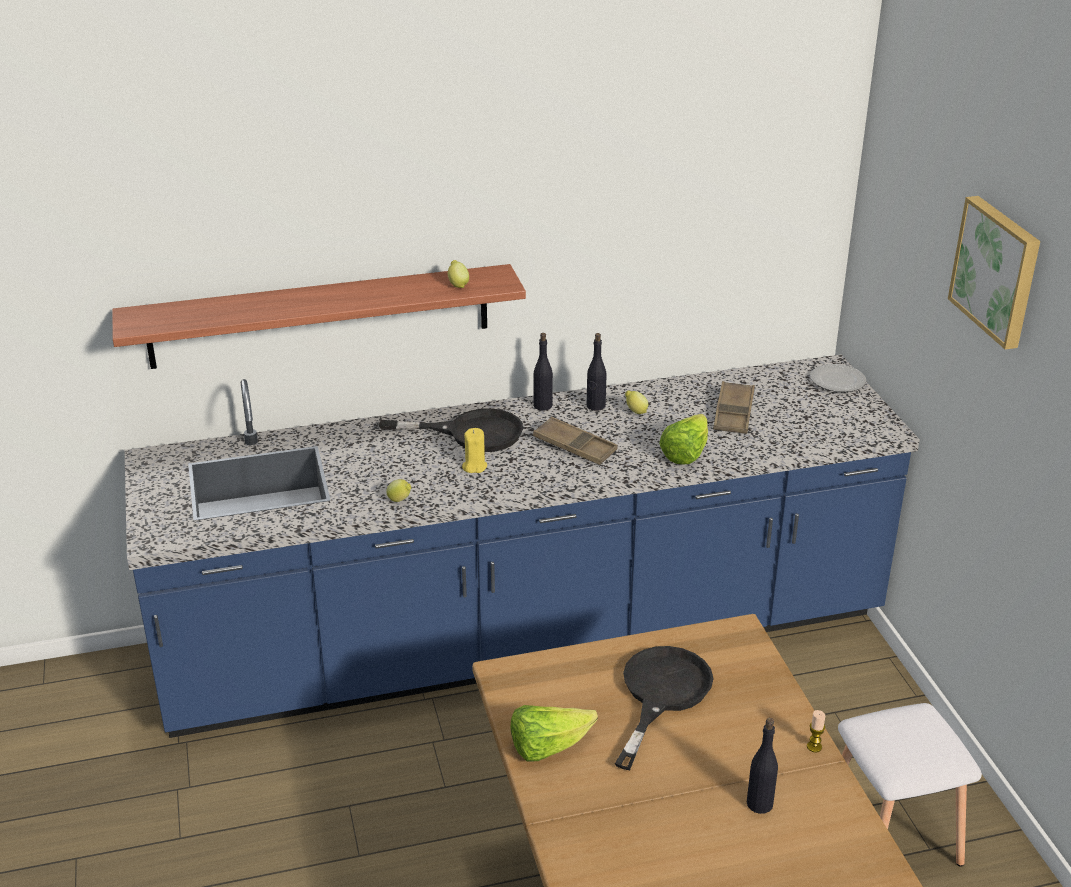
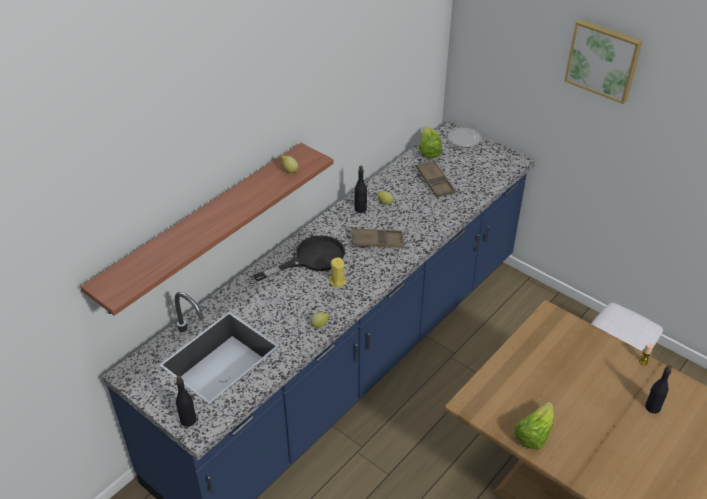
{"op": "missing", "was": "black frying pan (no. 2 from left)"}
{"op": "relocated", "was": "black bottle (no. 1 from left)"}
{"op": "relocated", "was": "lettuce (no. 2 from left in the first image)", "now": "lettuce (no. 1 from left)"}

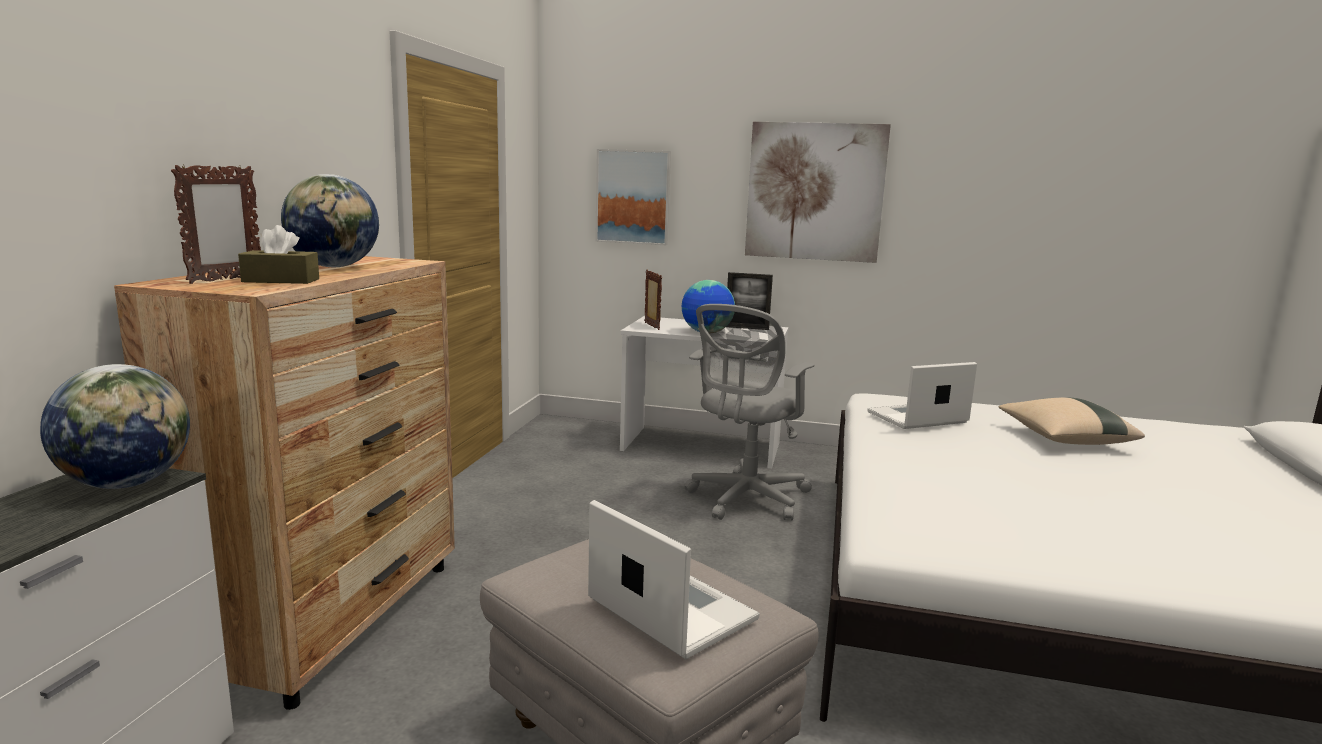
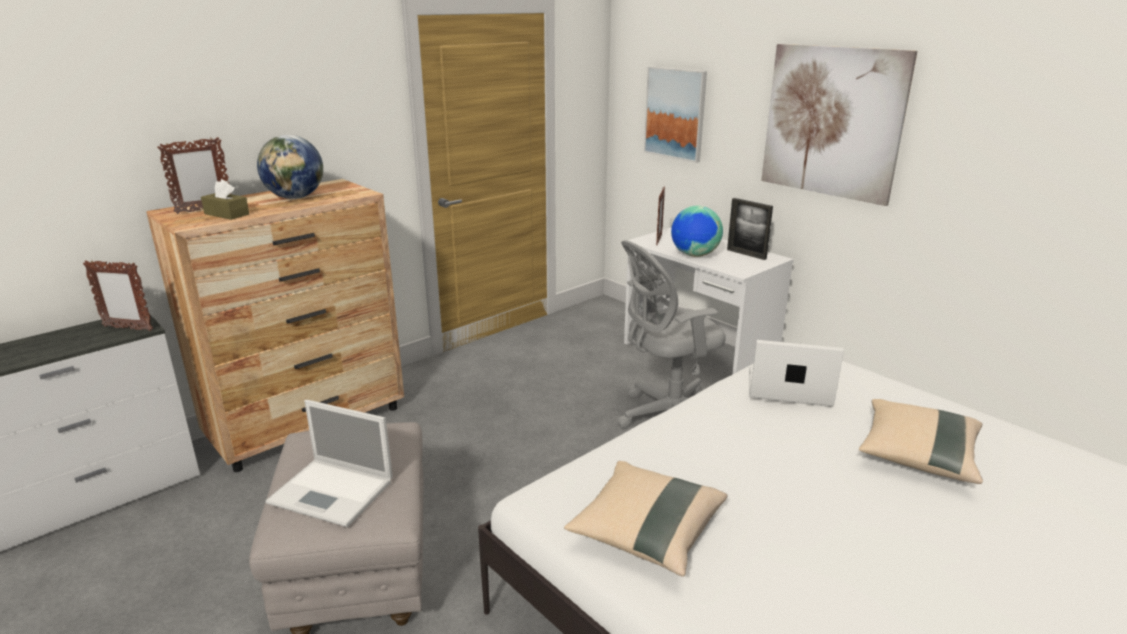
{"op": "appeared", "now": "beige pillow (no. 1 from left)"}
{"op": "exchanged", "was": "globe (no. 1 from left)", "now": "picture frame (no. 1 from left)"}
{"op": "spun", "was": "laptop (no. 1 from left)", "clockwise": 120}

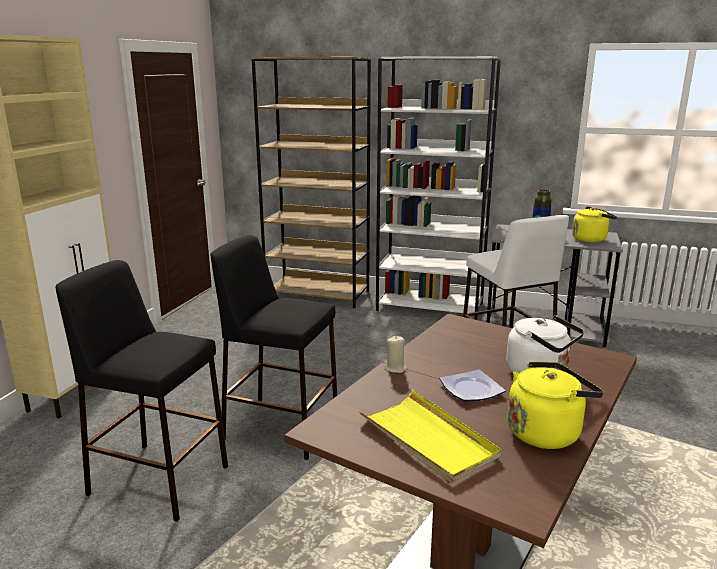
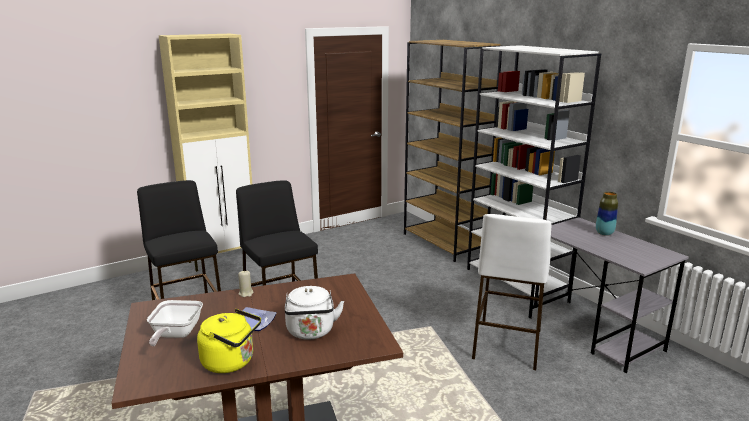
{"op": "missing", "was": "yellow kettle (no. 2 from left)"}
{"op": "exchanged", "was": "yellow tray", "now": "frying pan"}

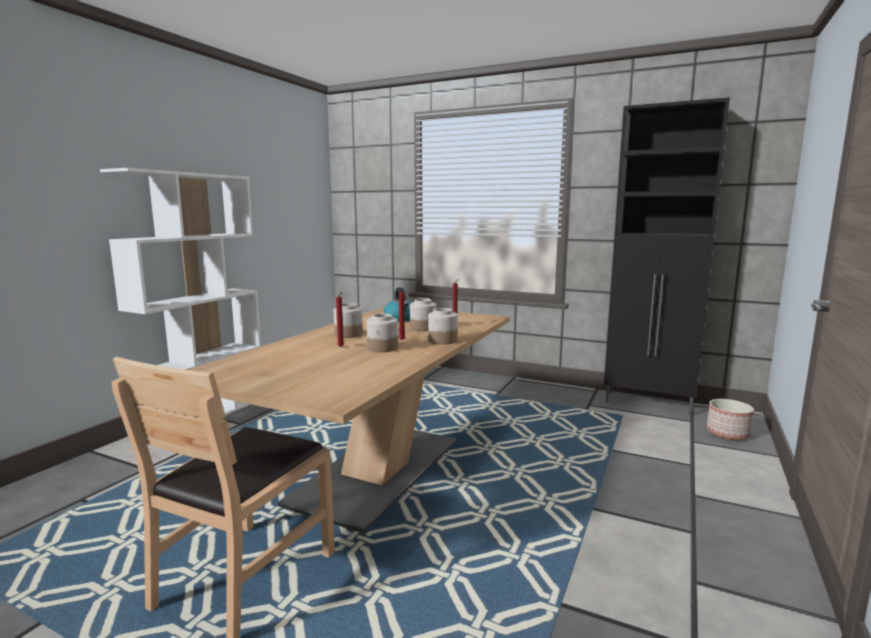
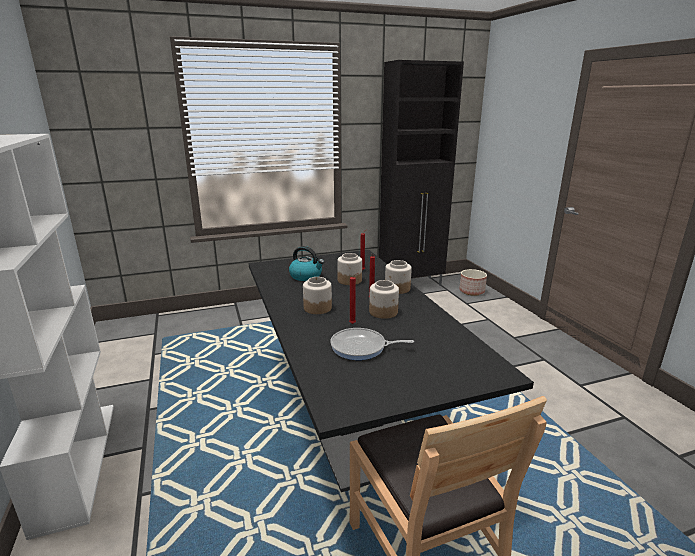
{"op": "appeared", "now": "frying pan"}
{"op": "colour", "was": "beige dining table", "now": "black dining table"}

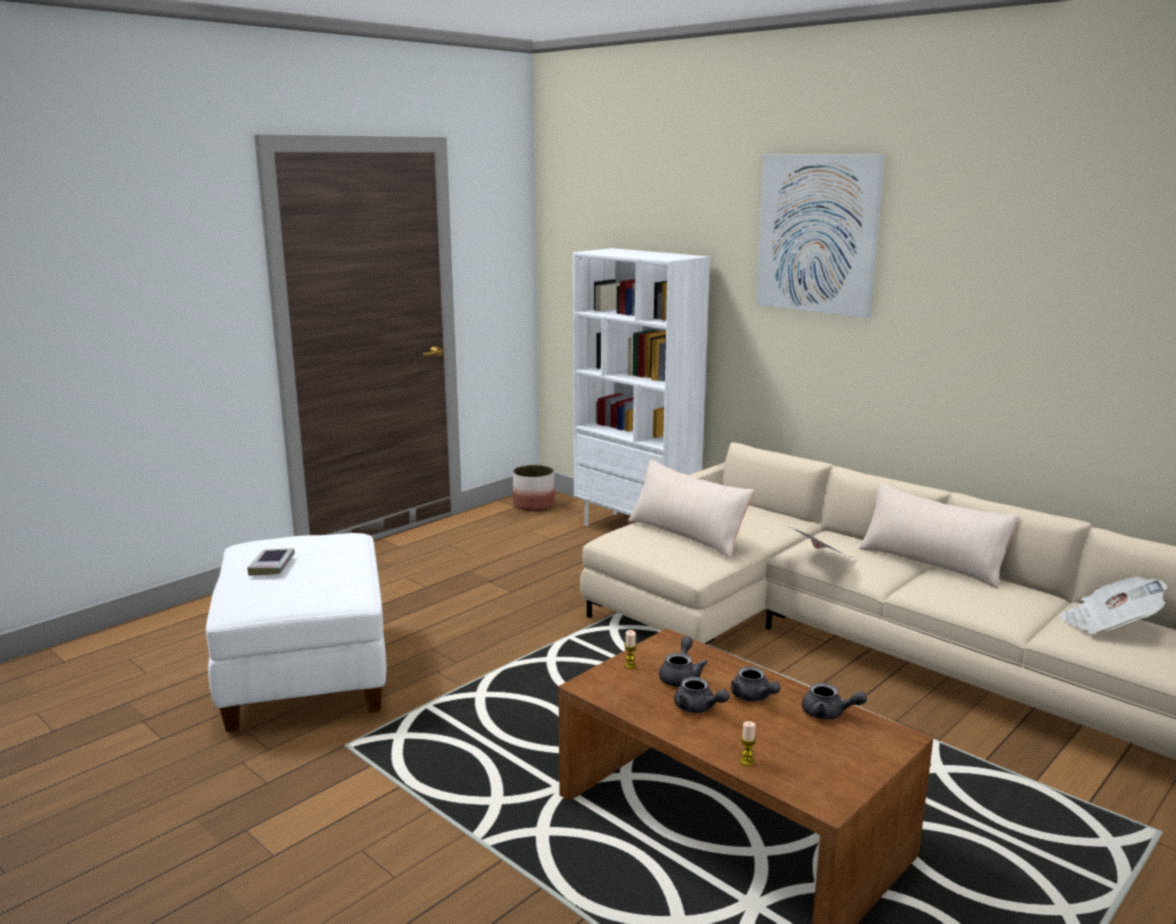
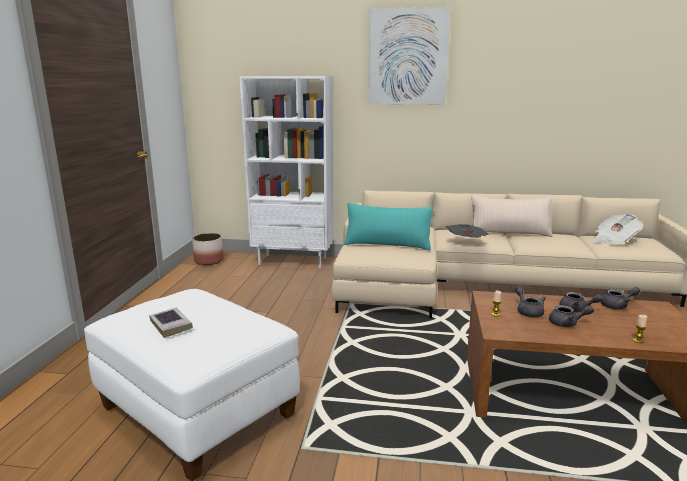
{"op": "colour", "was": "beige pillow (no. 1 from left)", "now": "turquoise pillow"}

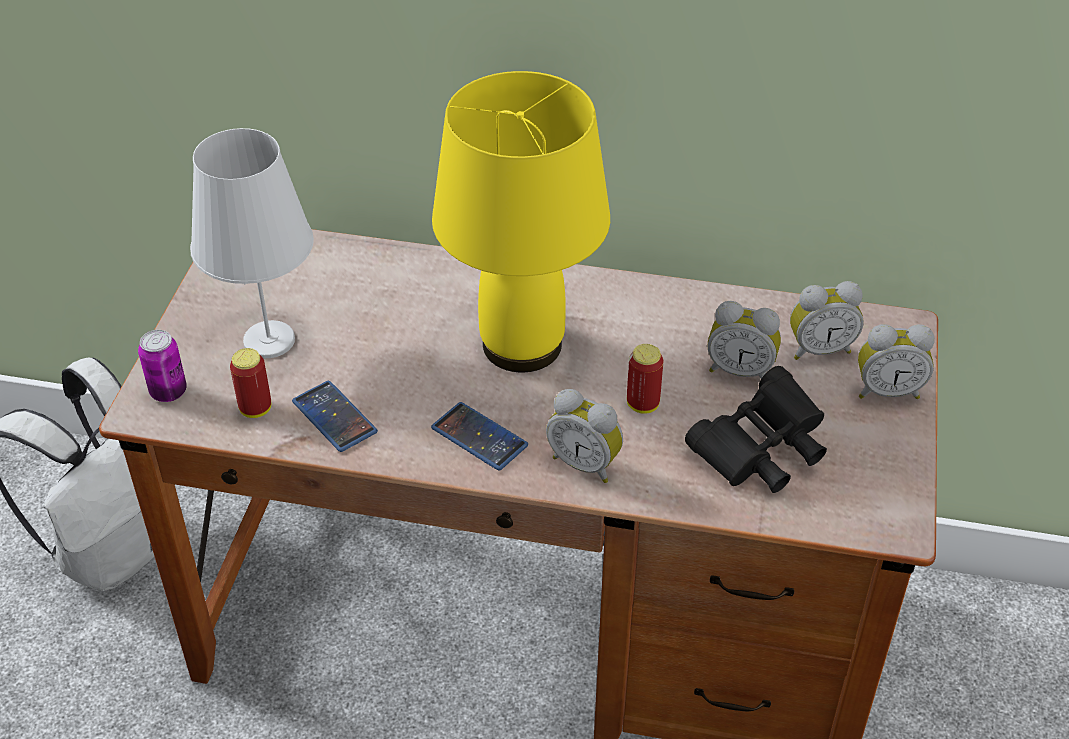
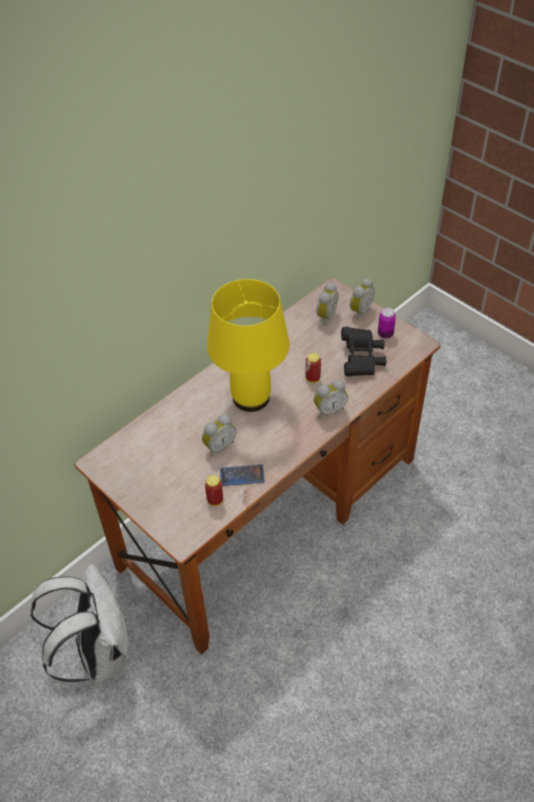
{"op": "missing", "was": "white table lamp"}
{"op": "missing", "was": "phone (no. 2 from left)"}
{"op": "relocated", "was": "can (no. 1 from left in the first image)", "now": "can (no. 3 from left)"}
{"op": "relocated", "was": "alarm clock (no. 2 from left in the first image)", "now": "alarm clock (no. 1 from left)"}

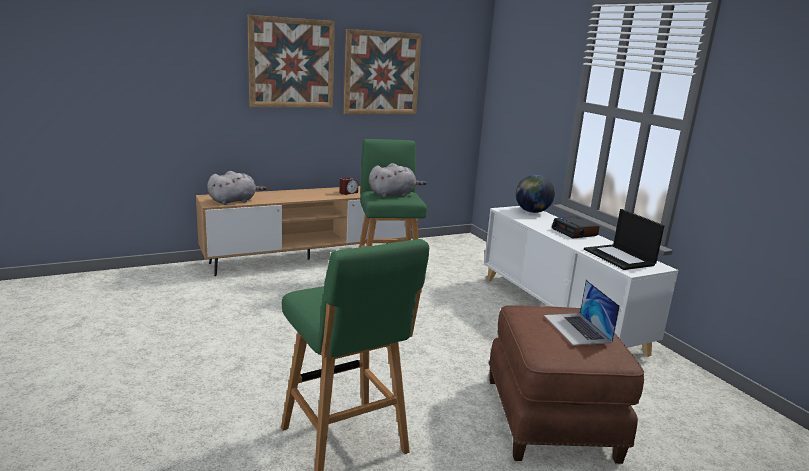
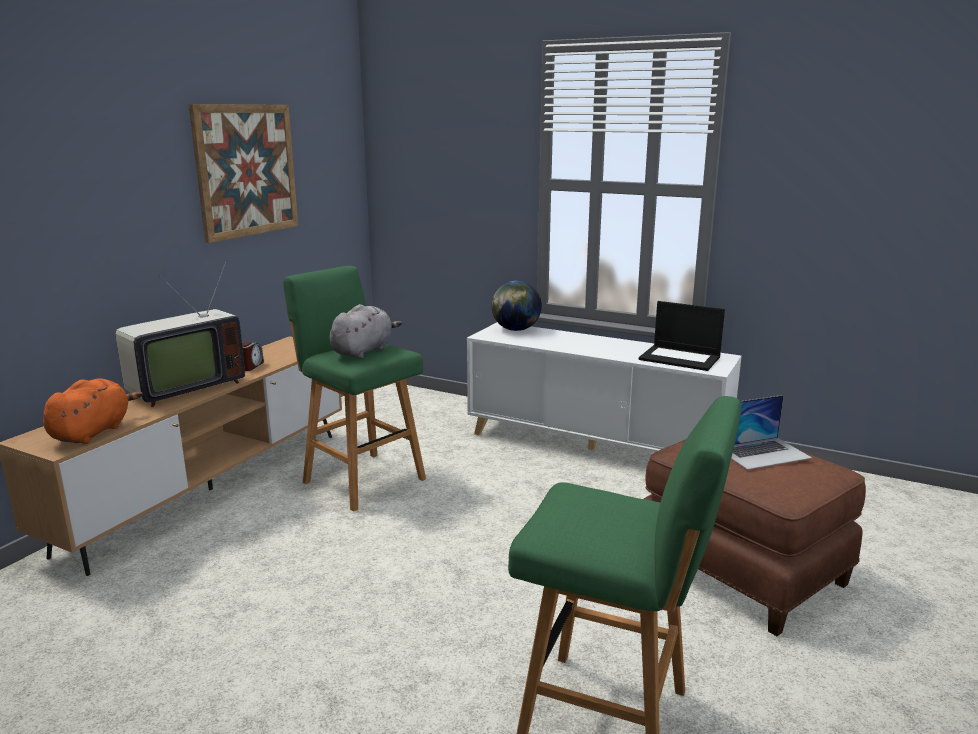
{"op": "missing", "was": "picture (no. 1 from left)"}
{"op": "missing", "was": "alarm clock (no. 2 from left)"}
{"op": "appeared", "now": "television"}
{"op": "colour", "was": "grey plush toy (no. 1 from left)", "now": "orange plush toy"}
{"op": "spun", "was": "laptop (no. 1 from left in the first image)", "clockwise": -60}

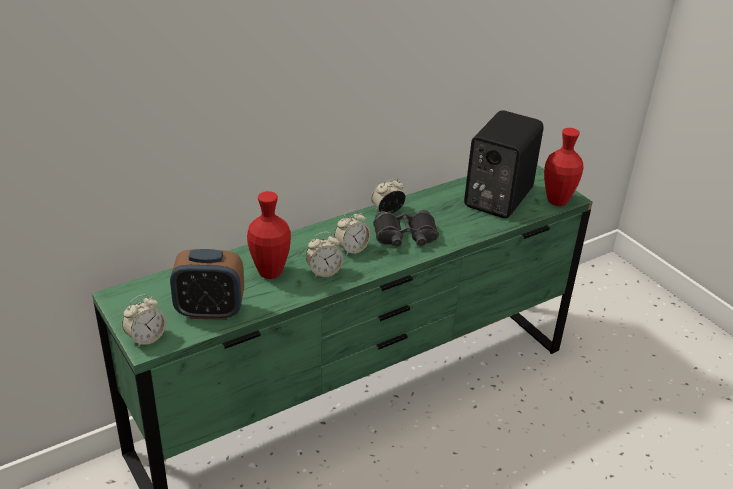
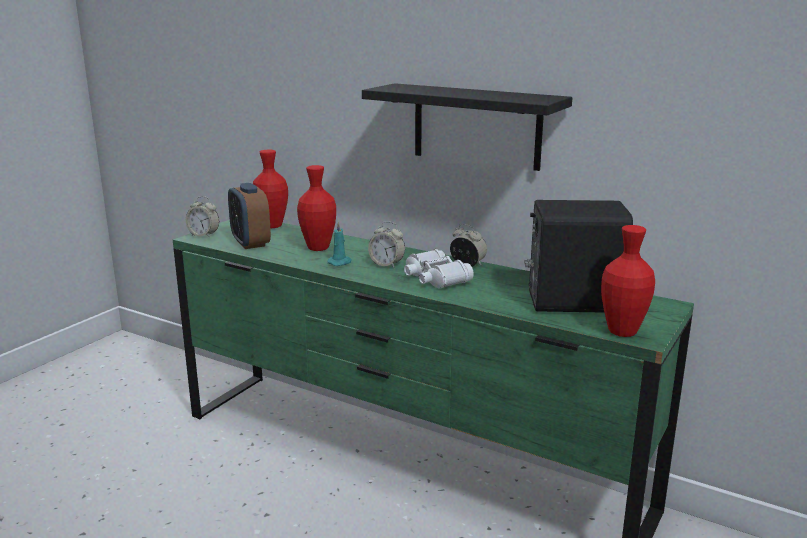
{"op": "appeared", "now": "red vase (no. 1 from left)"}
{"op": "appeared", "now": "black shelf"}
{"op": "exchanged", "was": "alarm clock (no. 3 from left)", "now": "turquoise candle"}
{"op": "colour", "was": "black binoculars", "now": "white binoculars"}

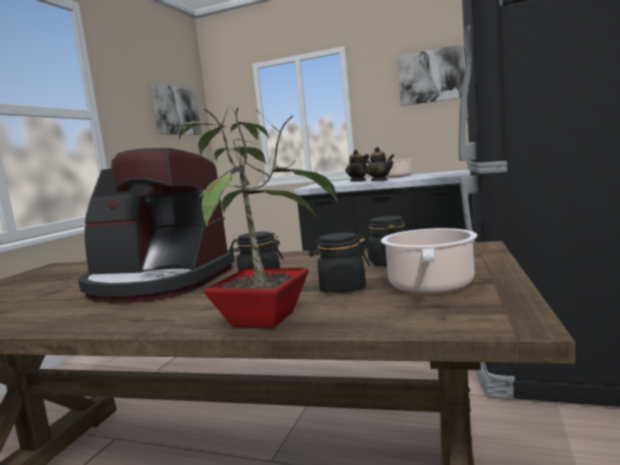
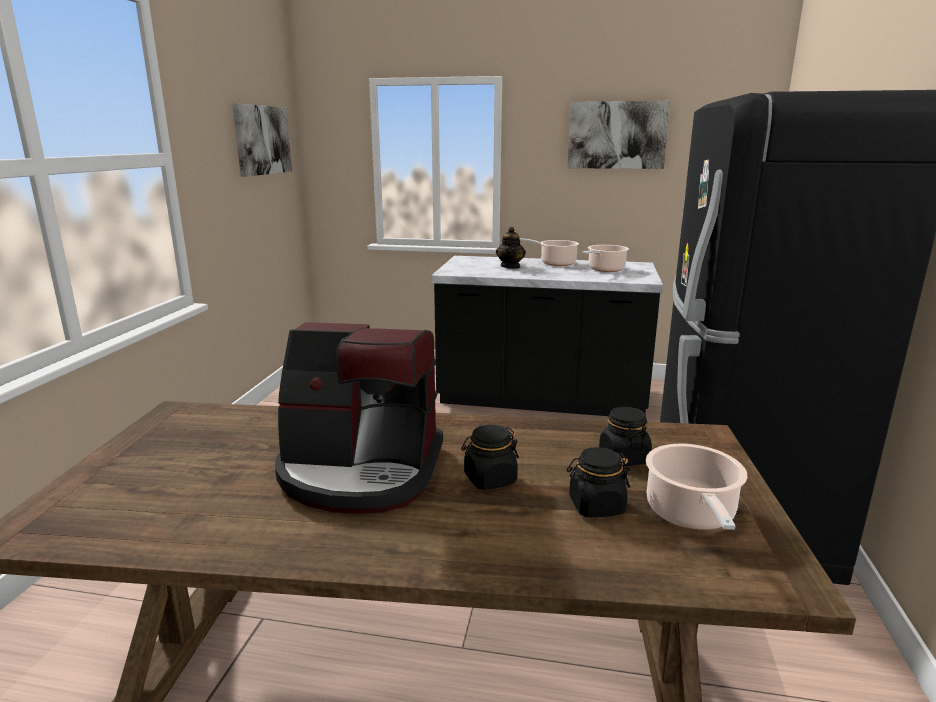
{"op": "missing", "was": "potted plant"}
{"op": "missing", "was": "teapot (no. 2 from left)"}
{"op": "appeared", "now": "cooking pot (no. 2 from left)"}

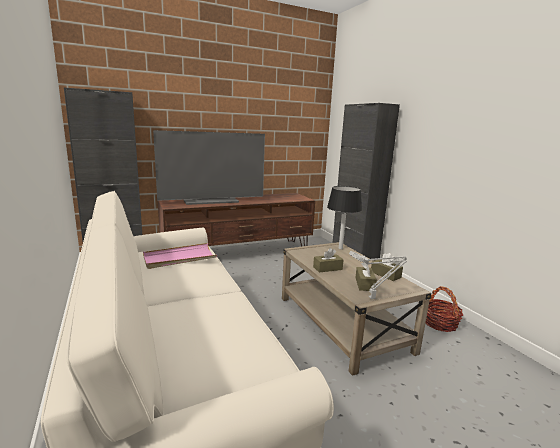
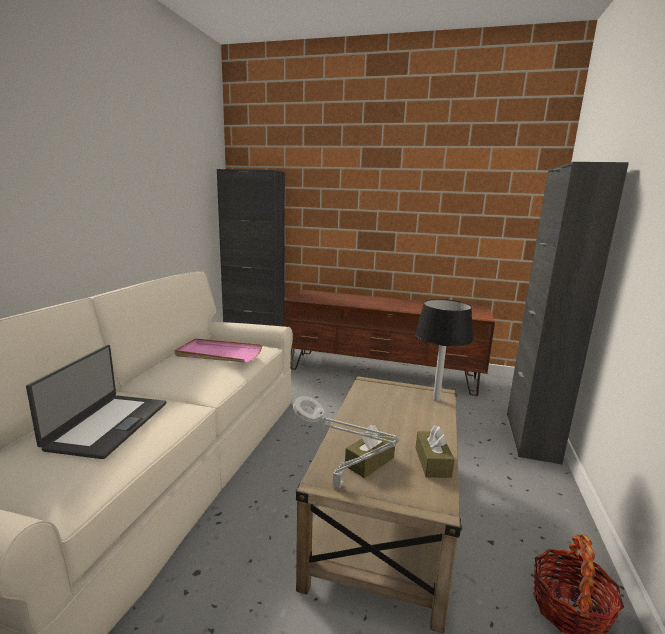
{"op": "missing", "was": "television"}
{"op": "missing", "was": "brown tissue box (no. 1 from left)"}
{"op": "appeared", "now": "laptop"}

